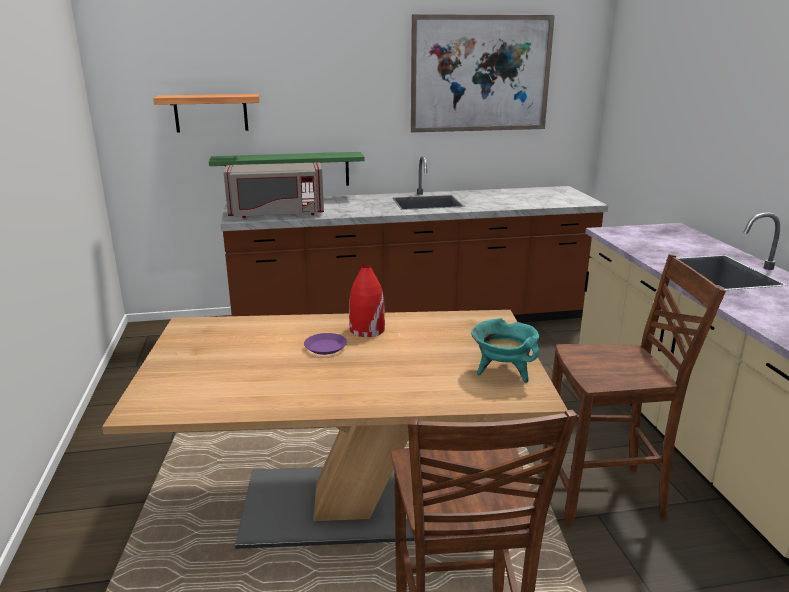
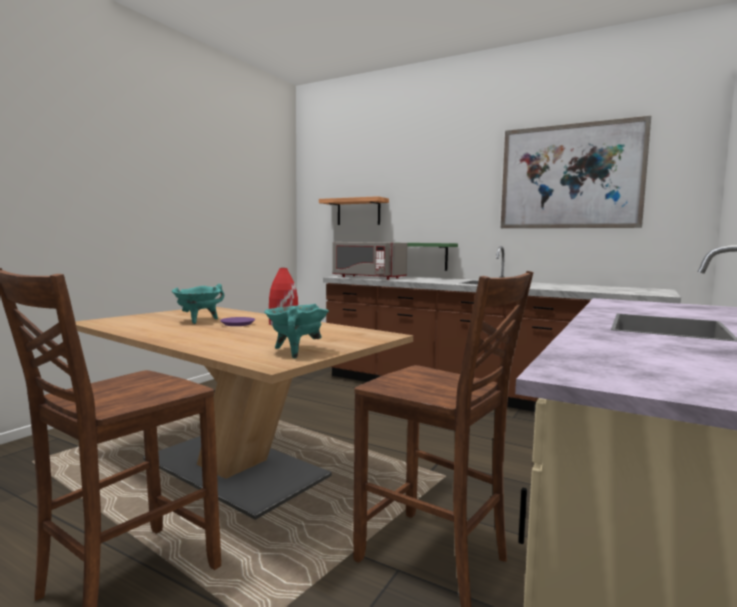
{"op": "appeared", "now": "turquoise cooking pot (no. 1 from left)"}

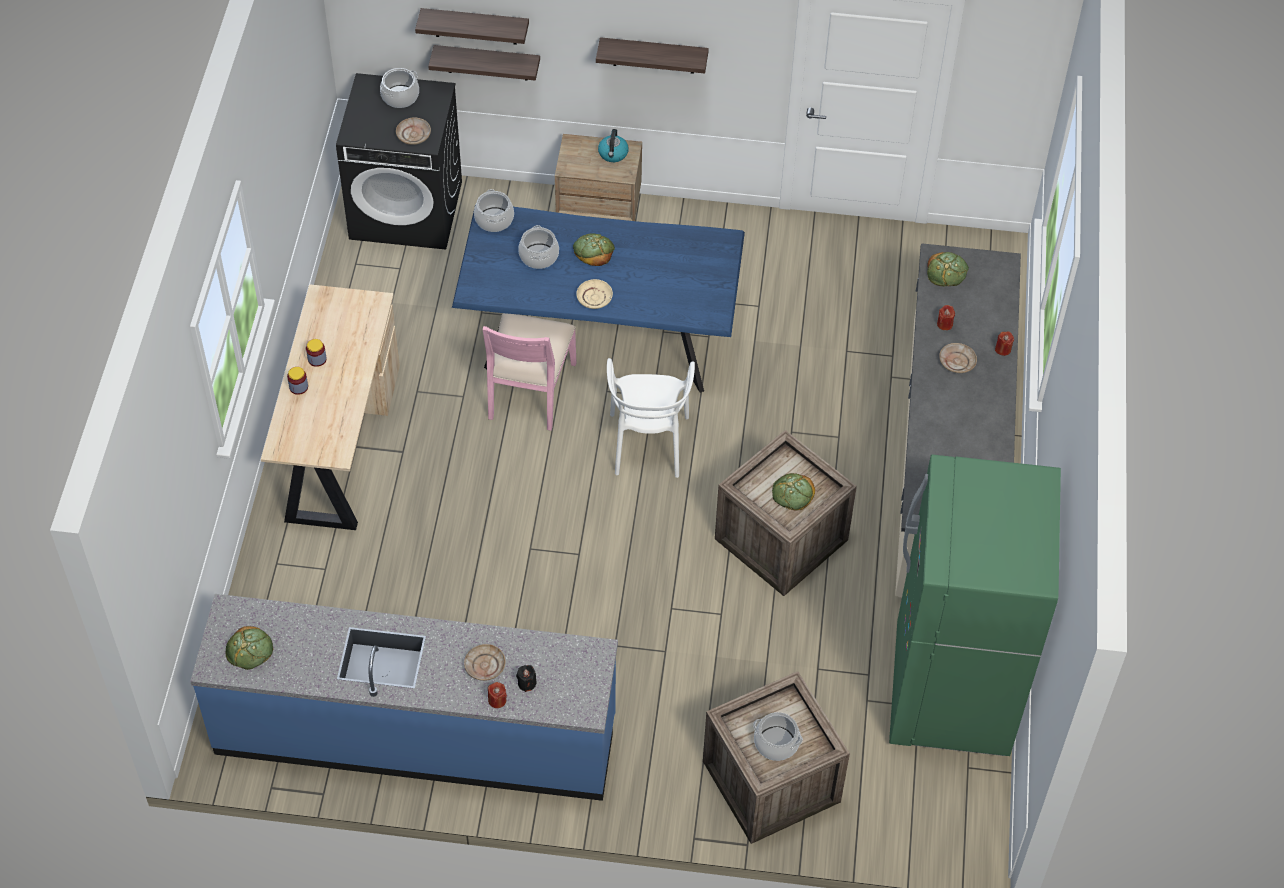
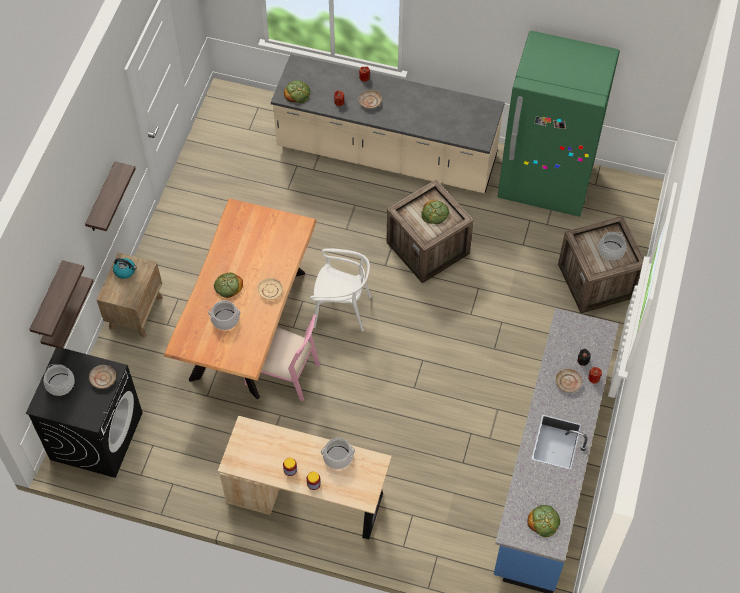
{"op": "relocated", "was": "cooking pot (no. 2 from left in the first image)", "now": "cooking pot (no. 3 from left)"}
{"op": "colour", "was": "blue dining table", "now": "brown dining table"}

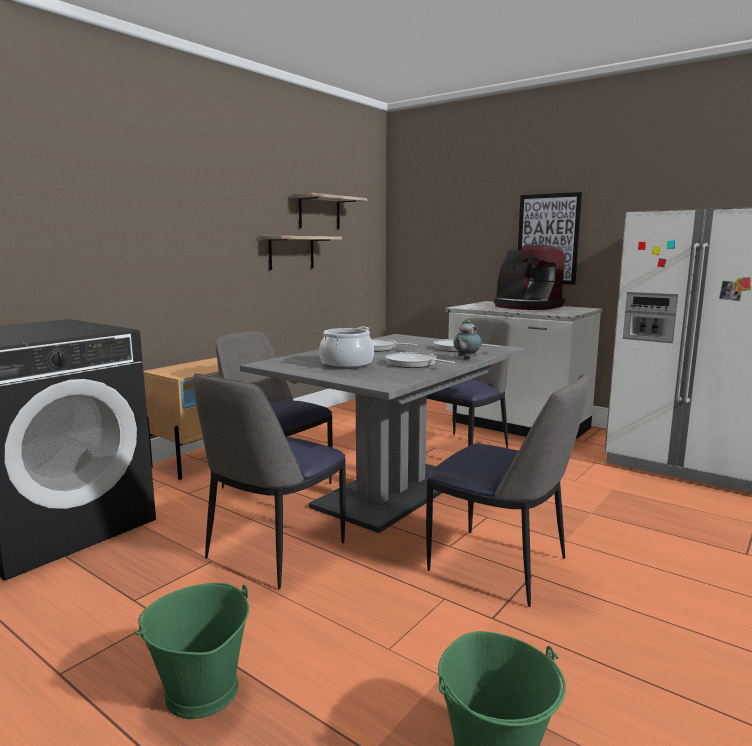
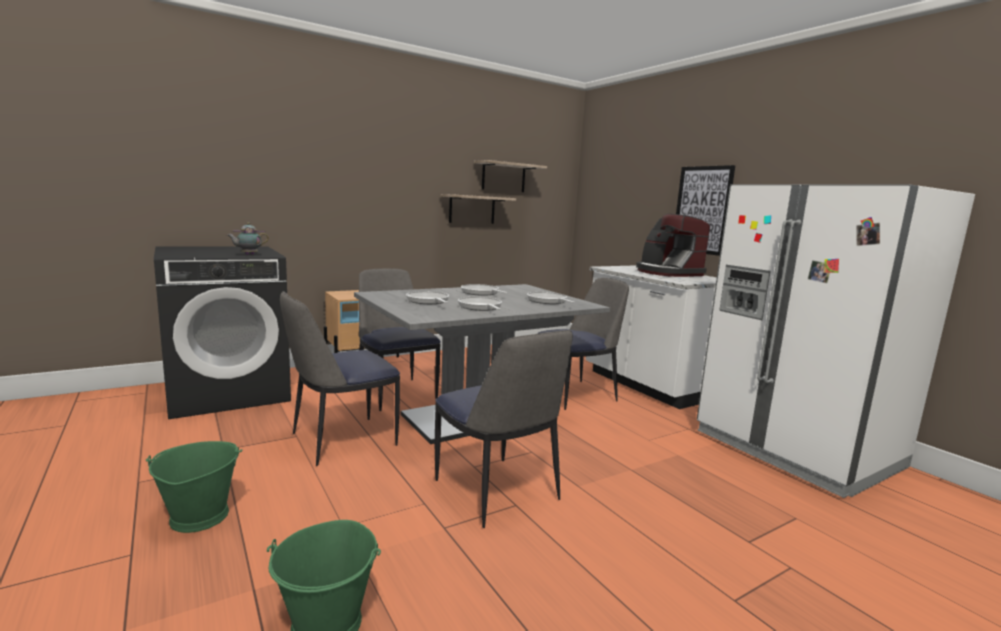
{"op": "relocated", "was": "teapot"}
{"op": "exchanged", "was": "cooking pot", "now": "frying pan (no. 1 from left)"}

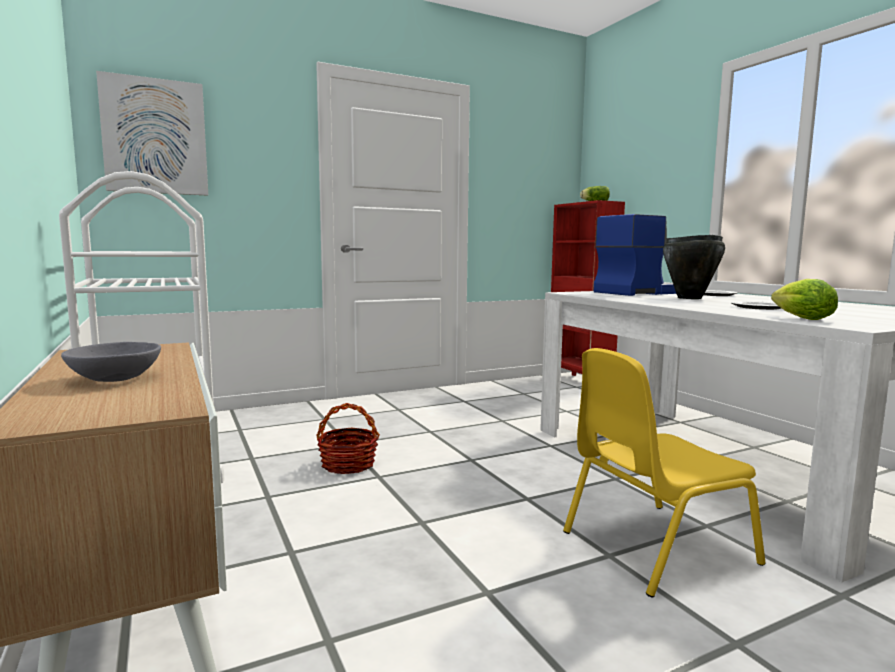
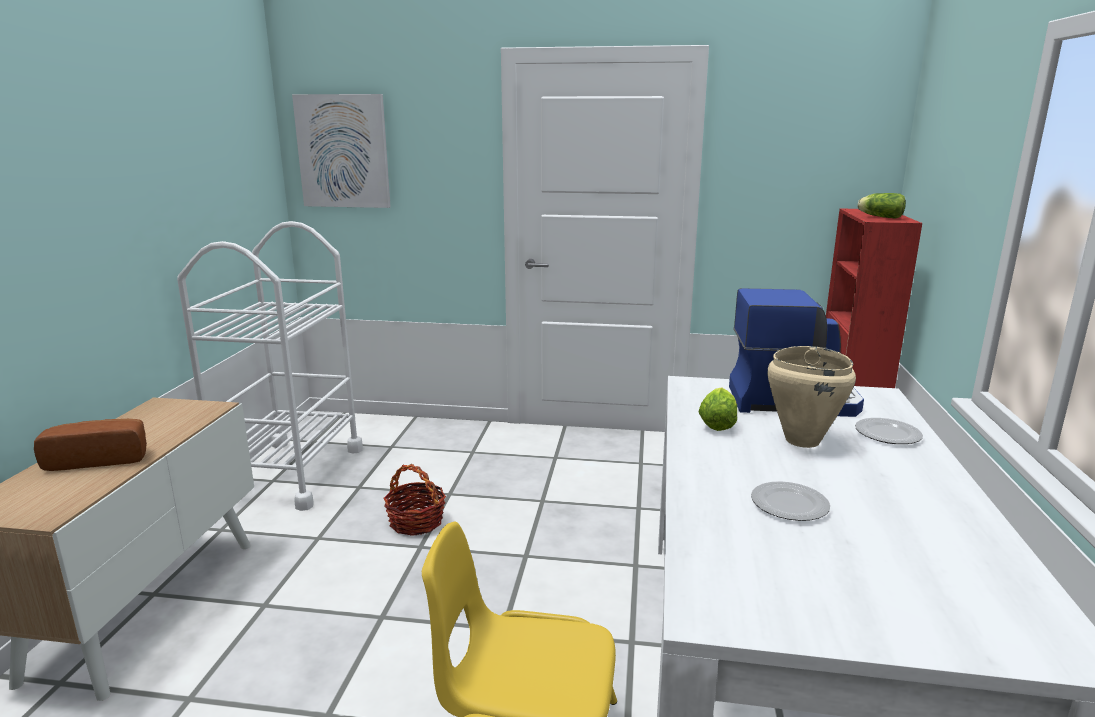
{"op": "relocated", "was": "lettuce (no. 2 from left in the first image)", "now": "lettuce (no. 1 from left)"}
{"op": "exchanged", "was": "grey bowl", "now": "bread"}
{"op": "colour", "was": "black cooking pot", "now": "beige cooking pot"}

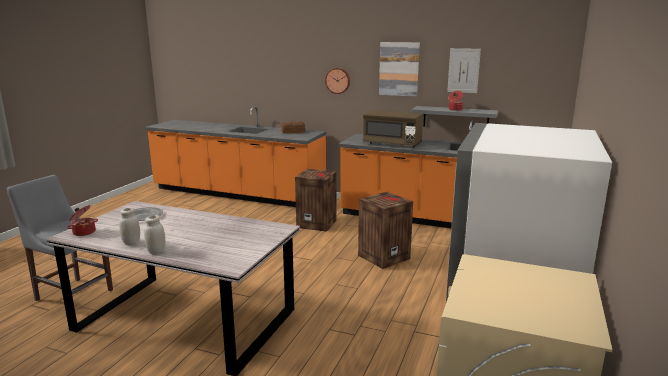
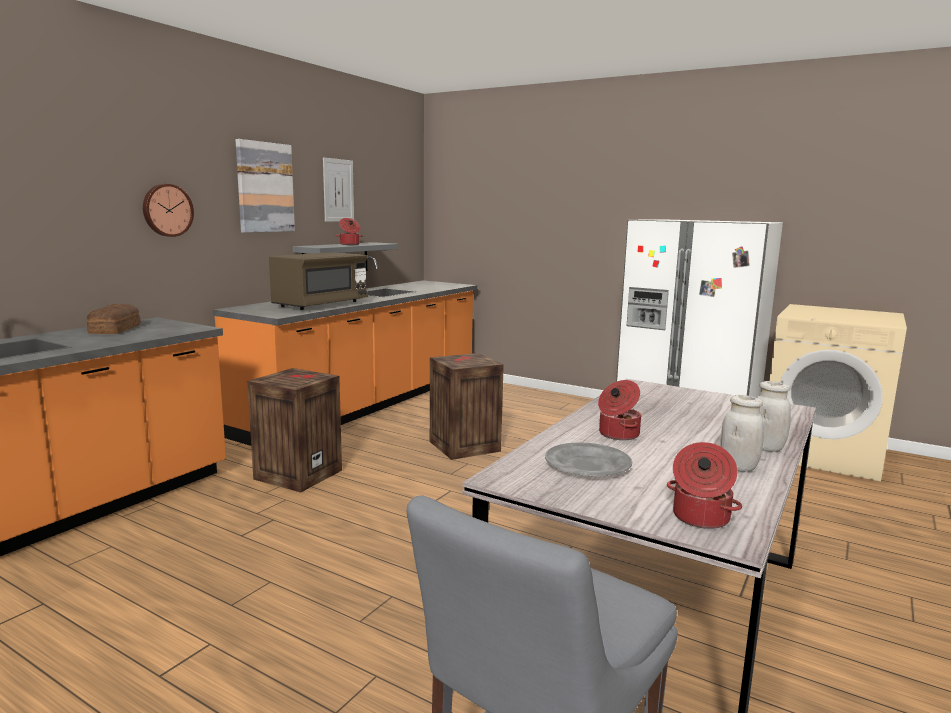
{"op": "appeared", "now": "cooking pot (no. 2 from left)"}

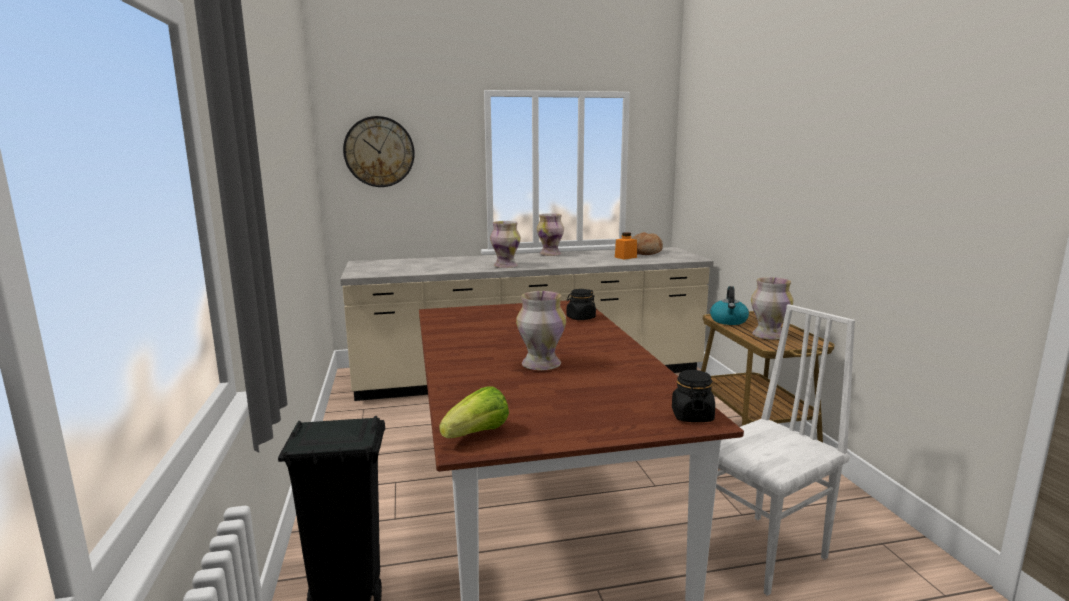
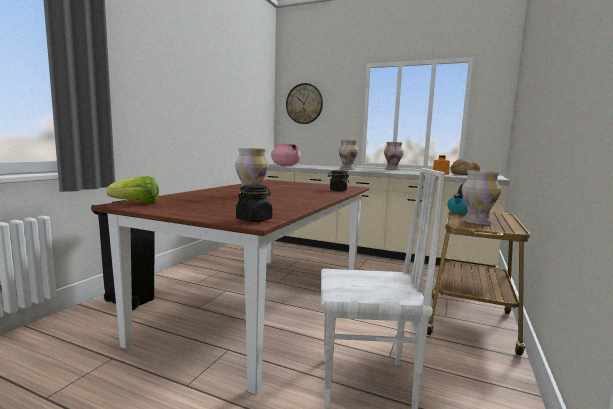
{"op": "appeared", "now": "pink cooking pot"}

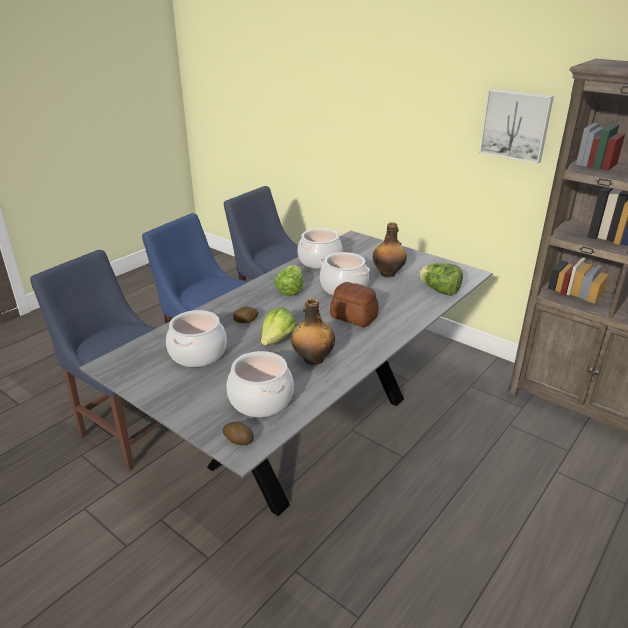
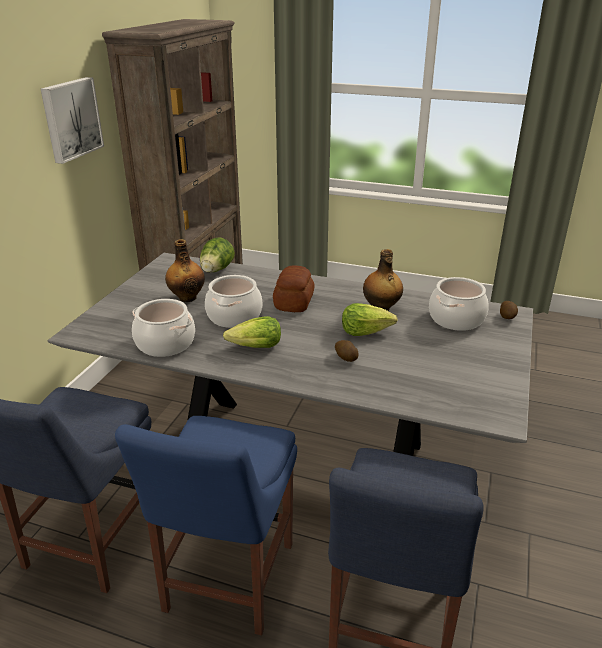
{"op": "missing", "was": "cooking pot (no. 1 from left)"}

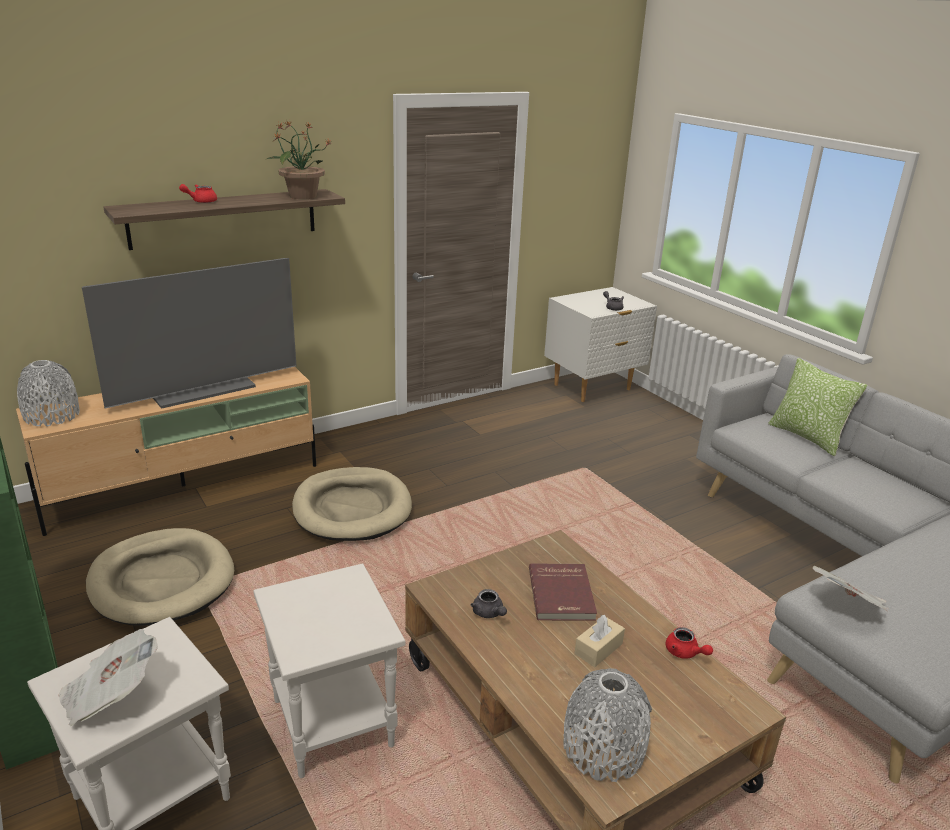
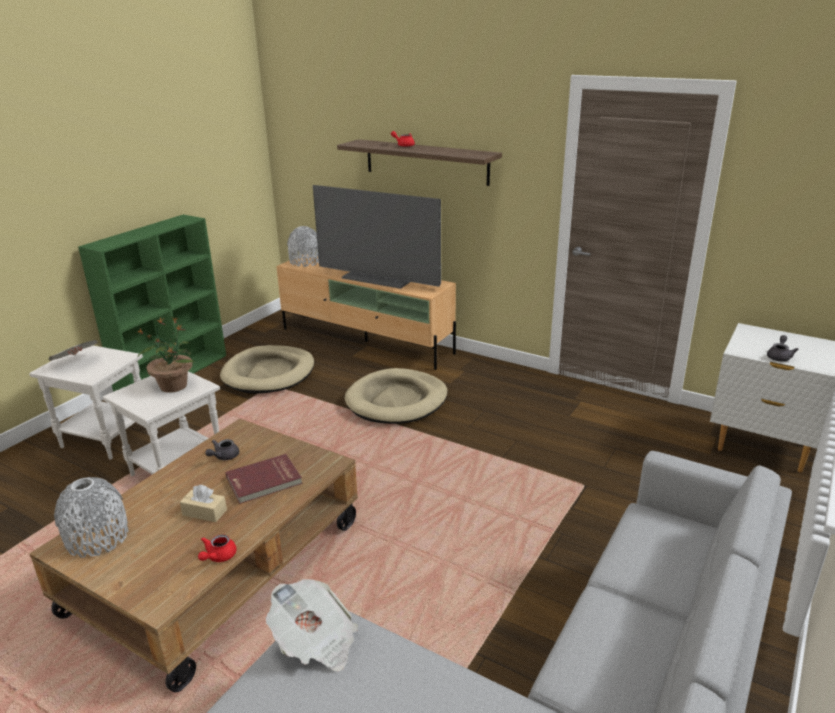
{"op": "missing", "was": "pillow"}
{"op": "relocated", "was": "potted plant"}

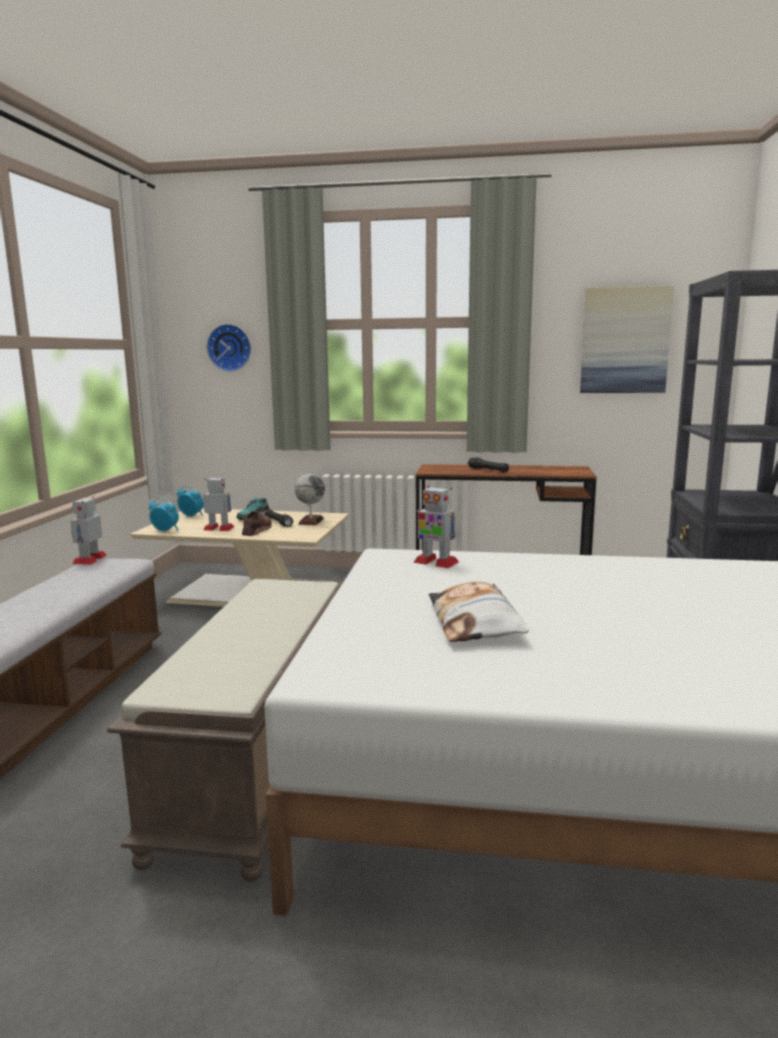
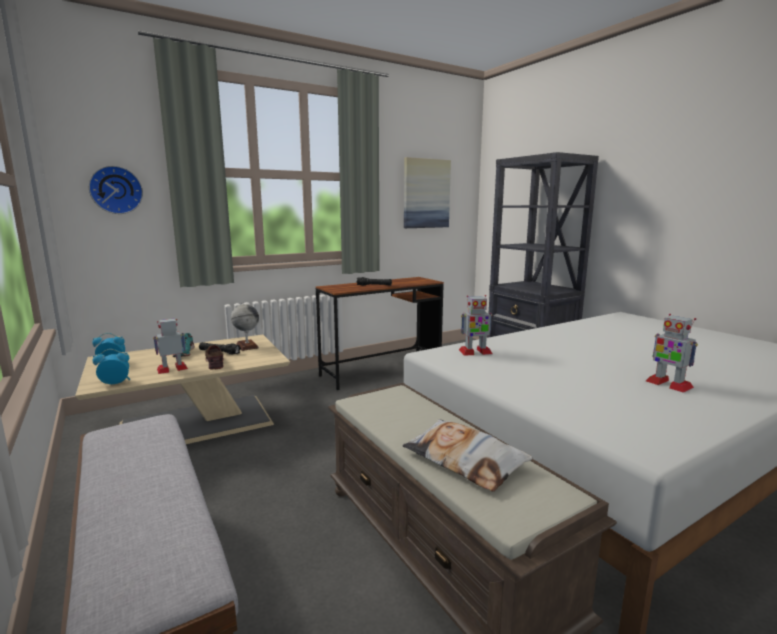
{"op": "relocated", "was": "toy robot (no. 1 from left in the first image)", "now": "toy robot (no. 3 from left)"}
{"op": "relocated", "was": "pillow"}

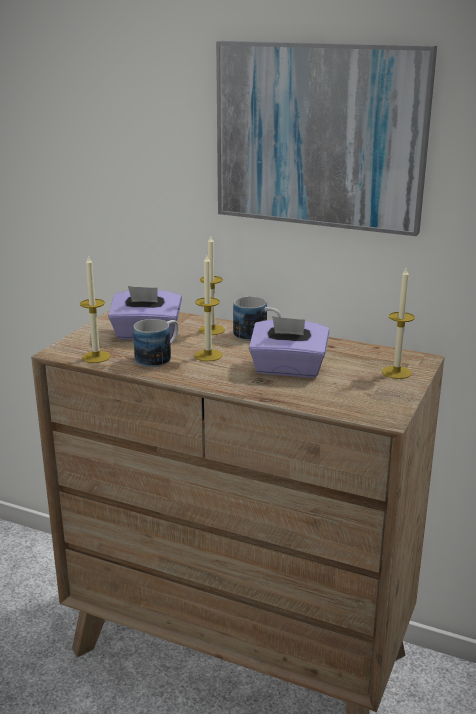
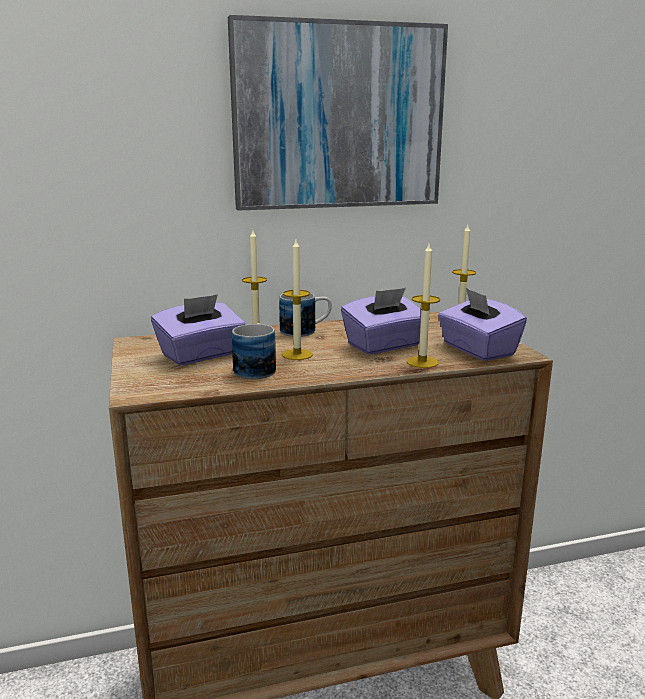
{"op": "appeared", "now": "purple tissue box (no. 3 from left)"}
{"op": "relocated", "was": "candle (no. 1 from left in the first image)", "now": "candle (no. 3 from left)"}

